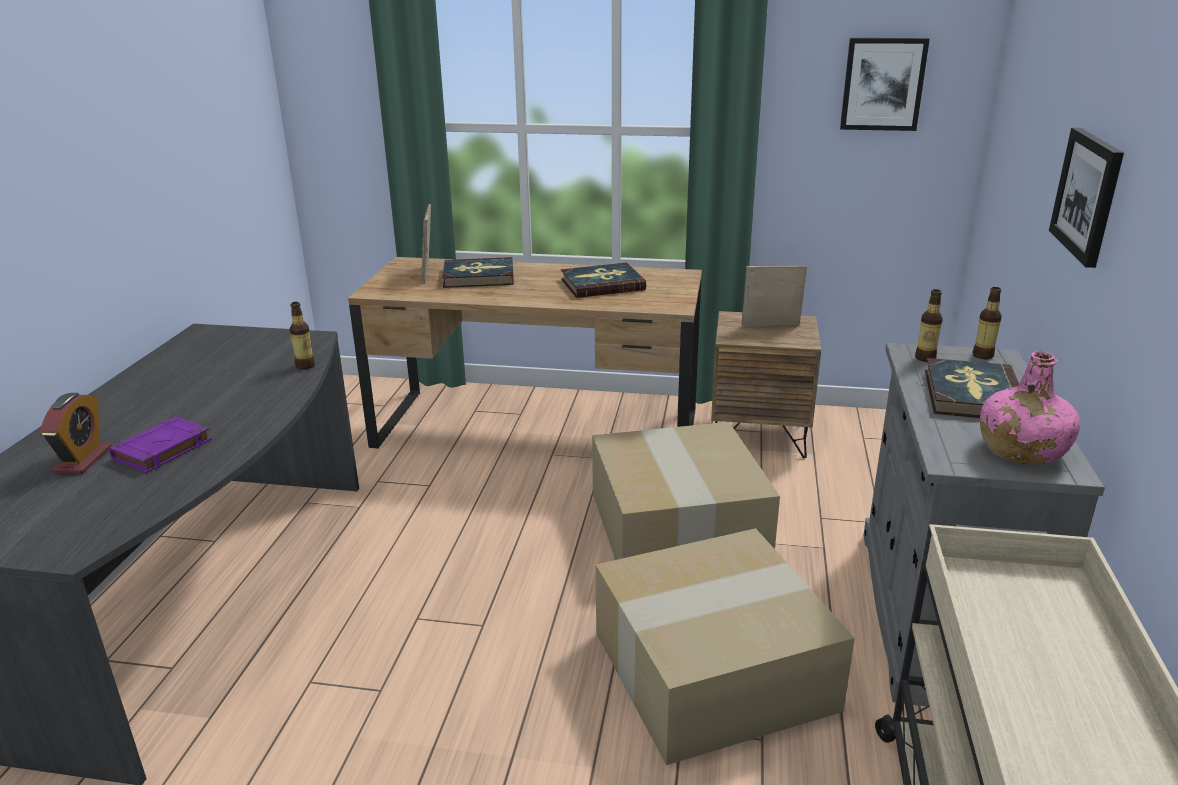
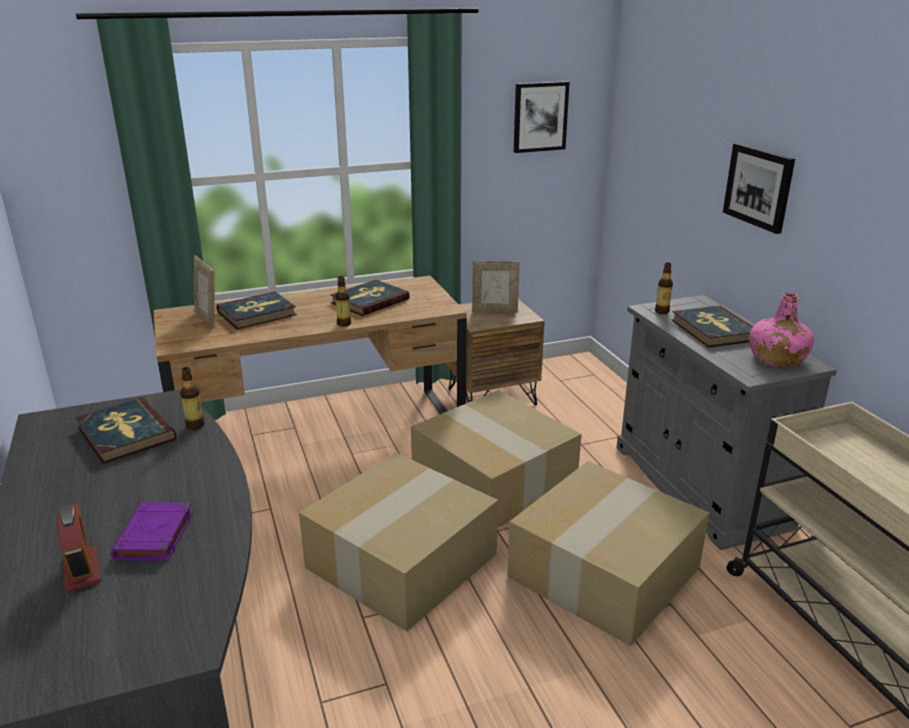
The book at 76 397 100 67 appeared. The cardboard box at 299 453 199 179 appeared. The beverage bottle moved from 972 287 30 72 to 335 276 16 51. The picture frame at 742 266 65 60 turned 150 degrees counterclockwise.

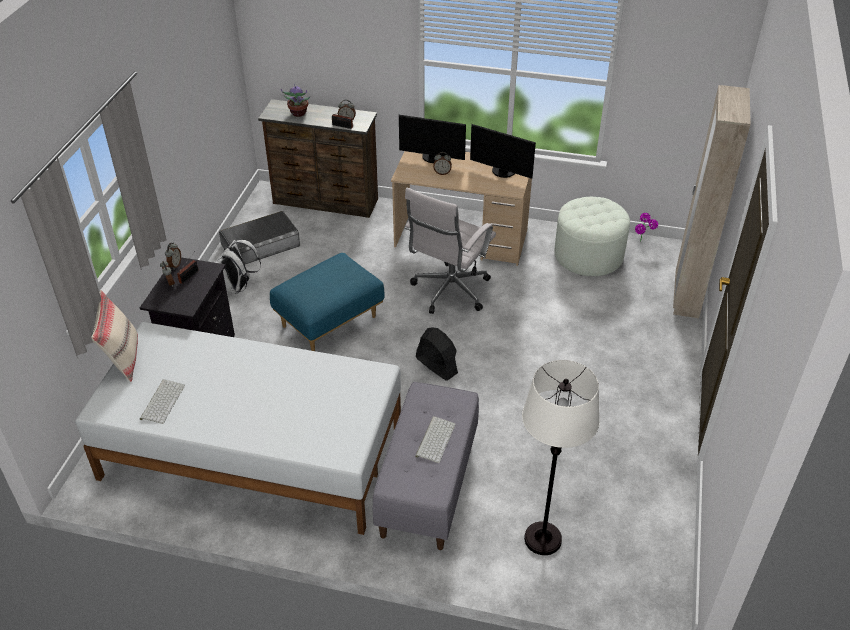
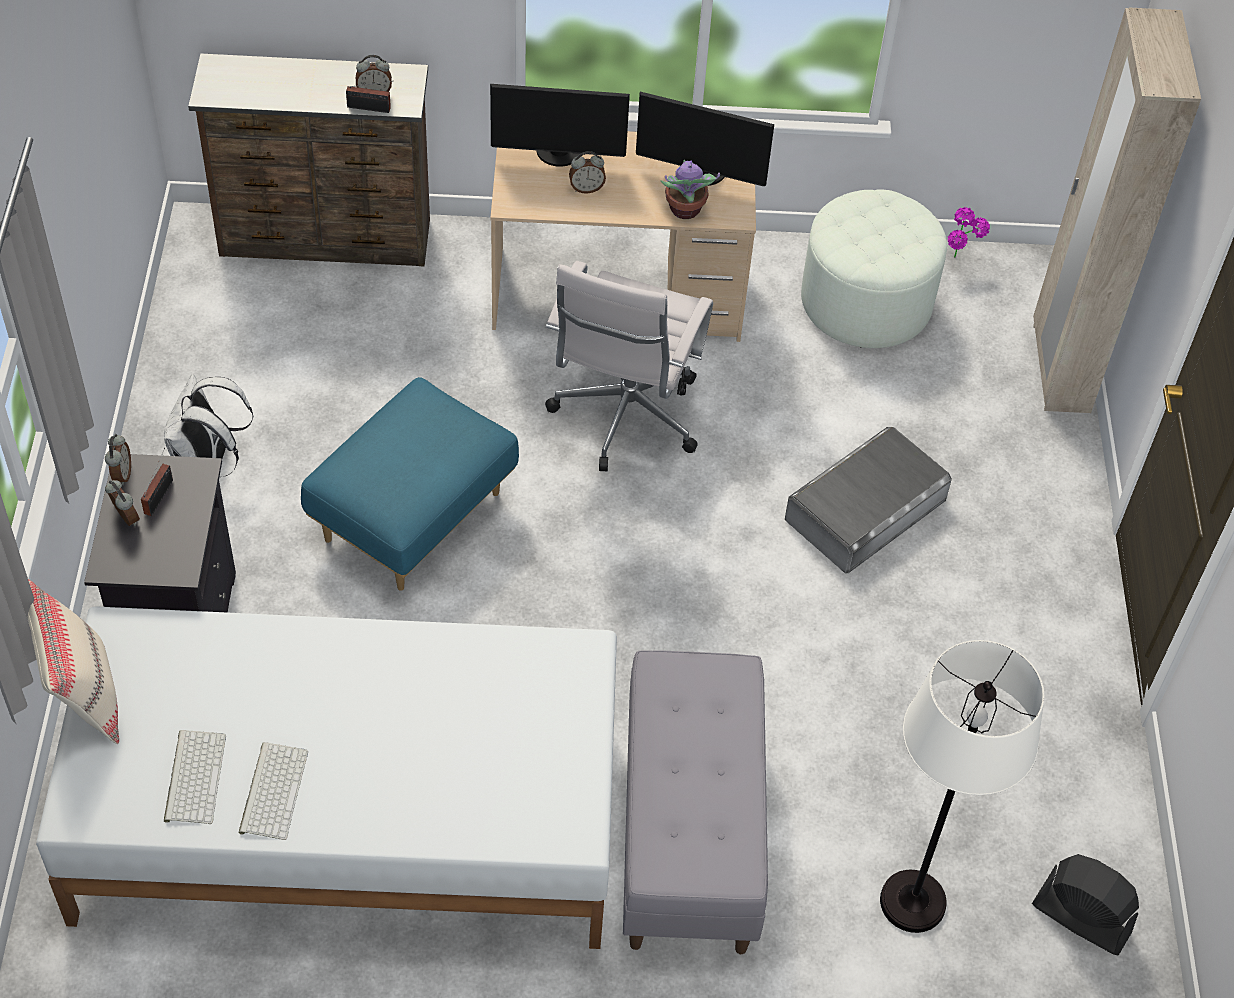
The keyboard moved from 415 416 41 47 to 239 742 69 98. The houseplant moved from 281 84 29 33 to 660 160 60 59. The greyish storage box moved from 219 211 81 53 to 785 427 167 147. The blackish electric fan moved from 416 328 42 53 to 1032 854 107 102.

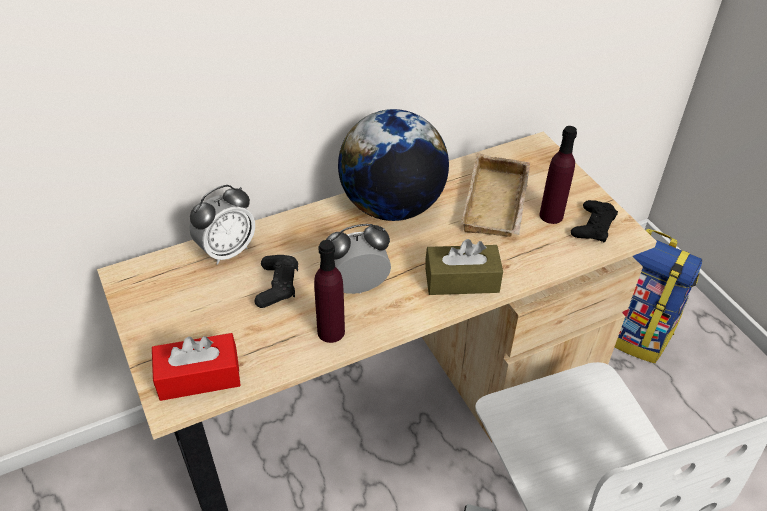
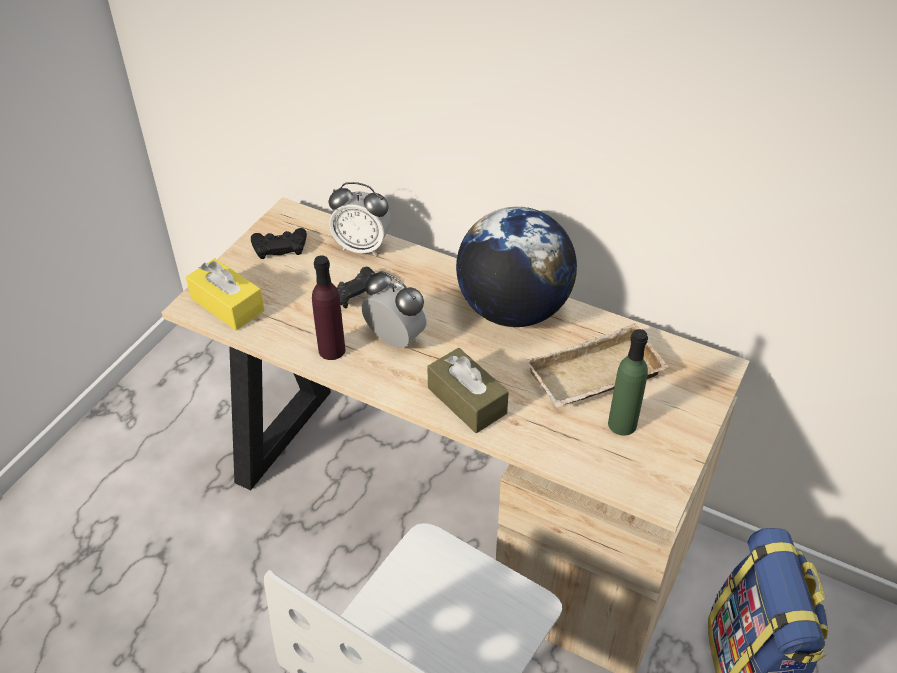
The red box of tissues at 152 333 89 68 became the yellowish box of tissues at 186 258 79 73. The blackish game controller moved from 571 200 47 43 to 251 228 56 31. The purplish beverage bottle at 539 126 38 98 became the green beverage bottle at 608 329 40 107.

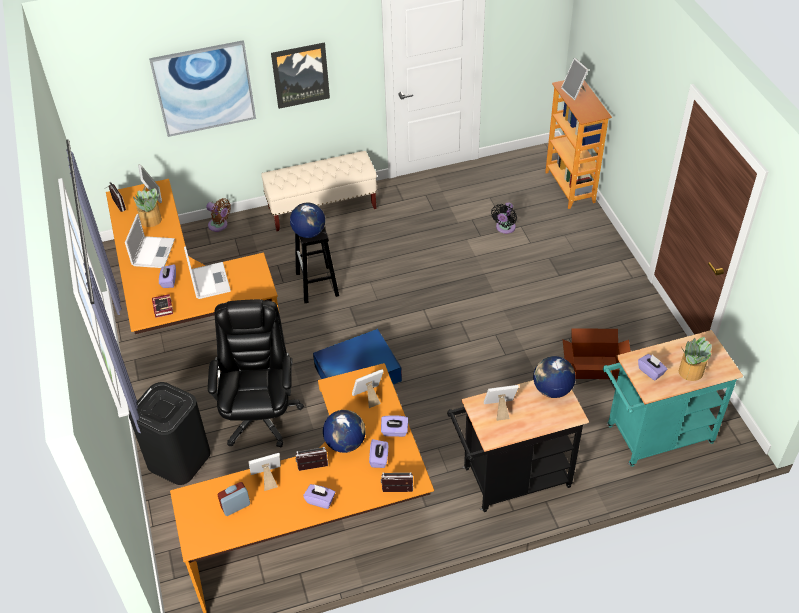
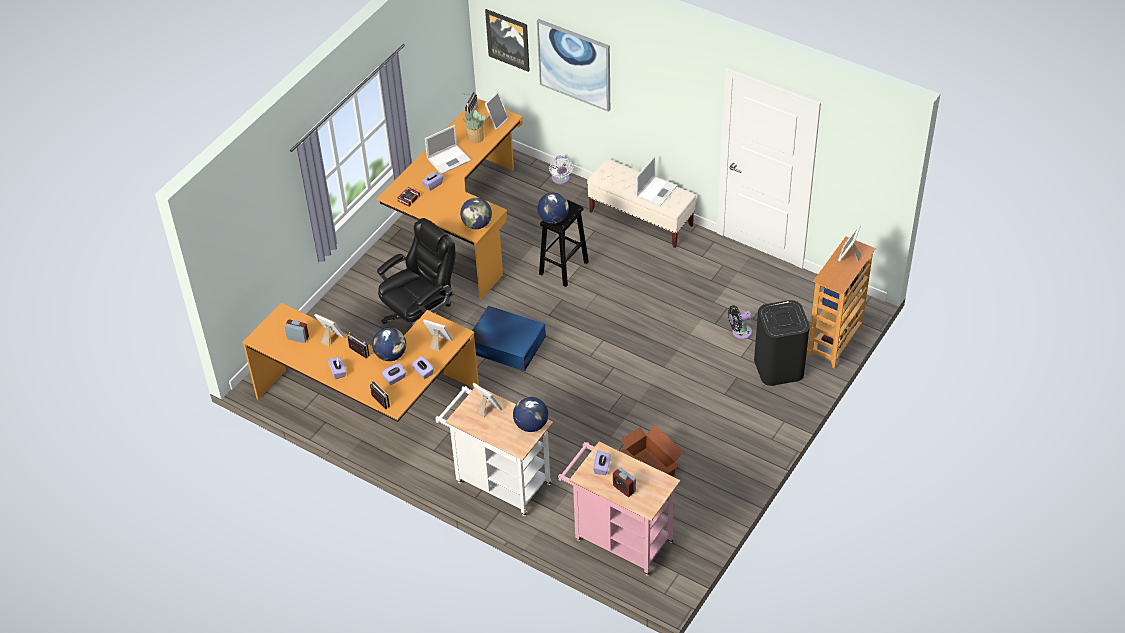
The blackish wheeled cart at 447 380 142 132 became the whitish wheeled cart at 435 386 118 130. The world globe at 460 198 32 31 appeared. The wall art moved from 271 42 59 67 to 485 9 45 63. The brownish electric fan at 206 198 25 34 became the whitish electric fan at 549 156 25 28. The blue-green wheeled cart at 603 330 140 137 became the pink wheeled cart at 558 442 122 134. The houseplant at 679 337 33 44 was replaced by the bedside clock at 613 467 23 30. The portable computer moved from 184 246 47 53 to 636 156 42 51. The blackish rubbish bin moved from 129 382 82 103 to 754 300 56 86.

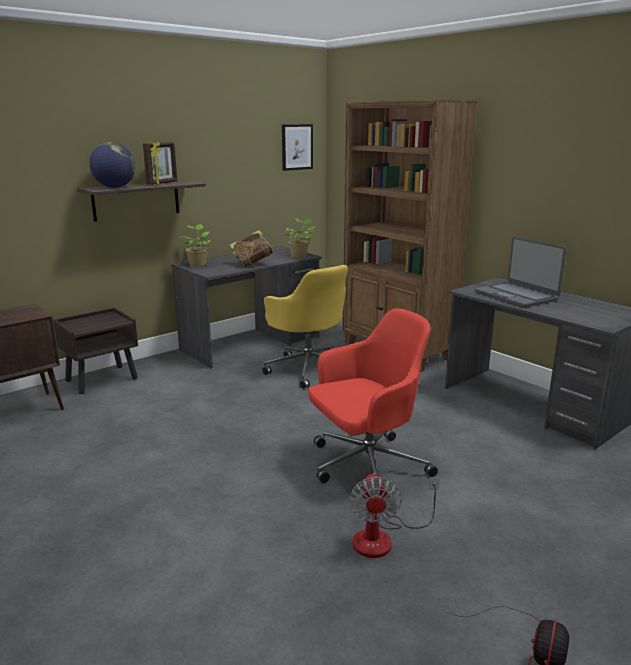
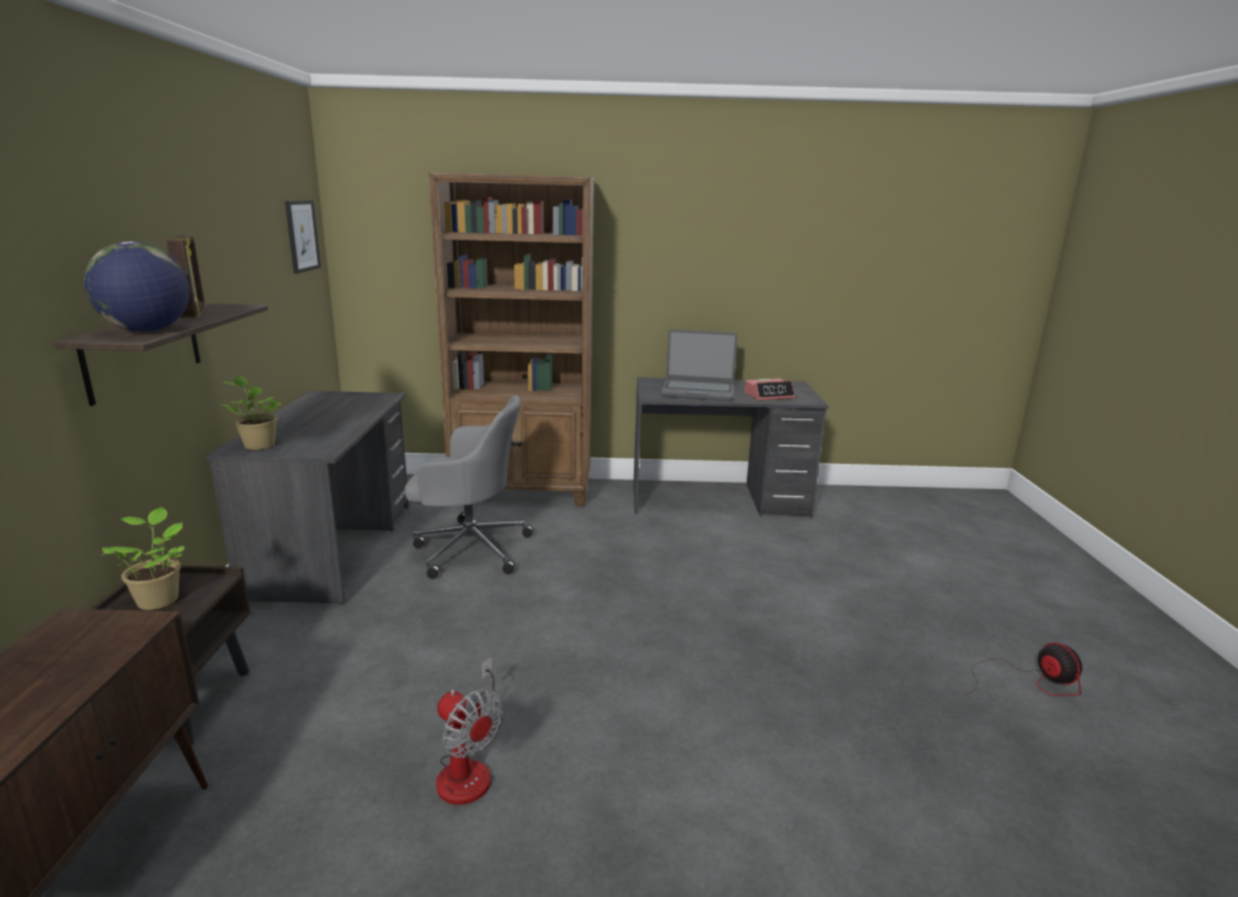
The houseplant moved from 284 218 32 40 to 101 507 83 103. The yellowish office chair at 263 265 85 124 became the greyish office chair at 405 395 128 184. The electric fan moved from 349 473 91 85 to 436 658 67 147. The bedside clock at 744 378 51 22 appeared. The book at 229 230 46 37 disappeared. The red office chair at 308 308 130 191 disappeared.

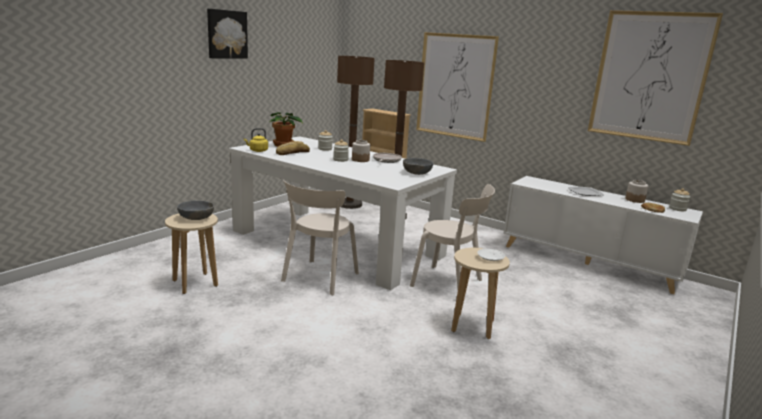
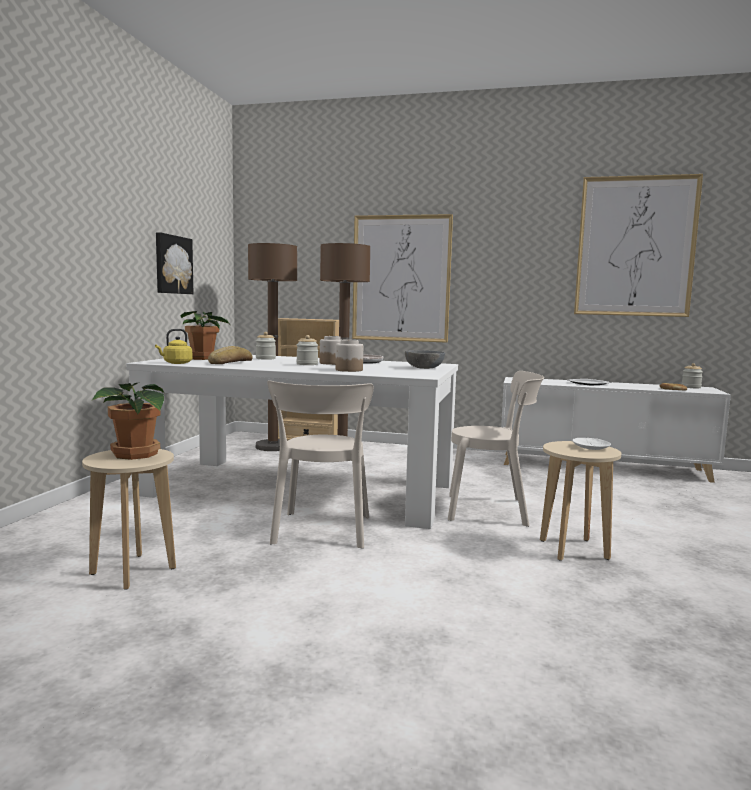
The greyish serving bowl at 177 201 37 19 was replaced by the houseplant at 92 383 72 77. The wall art moved from 207 9 41 50 to 156 232 37 62. The jar moved from 625 180 23 23 to 335 340 28 32.

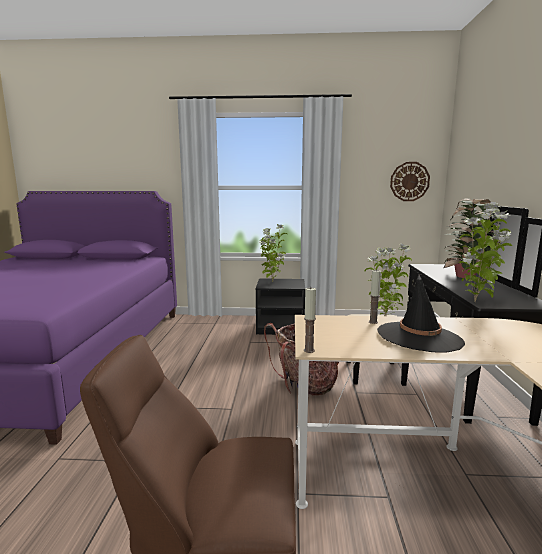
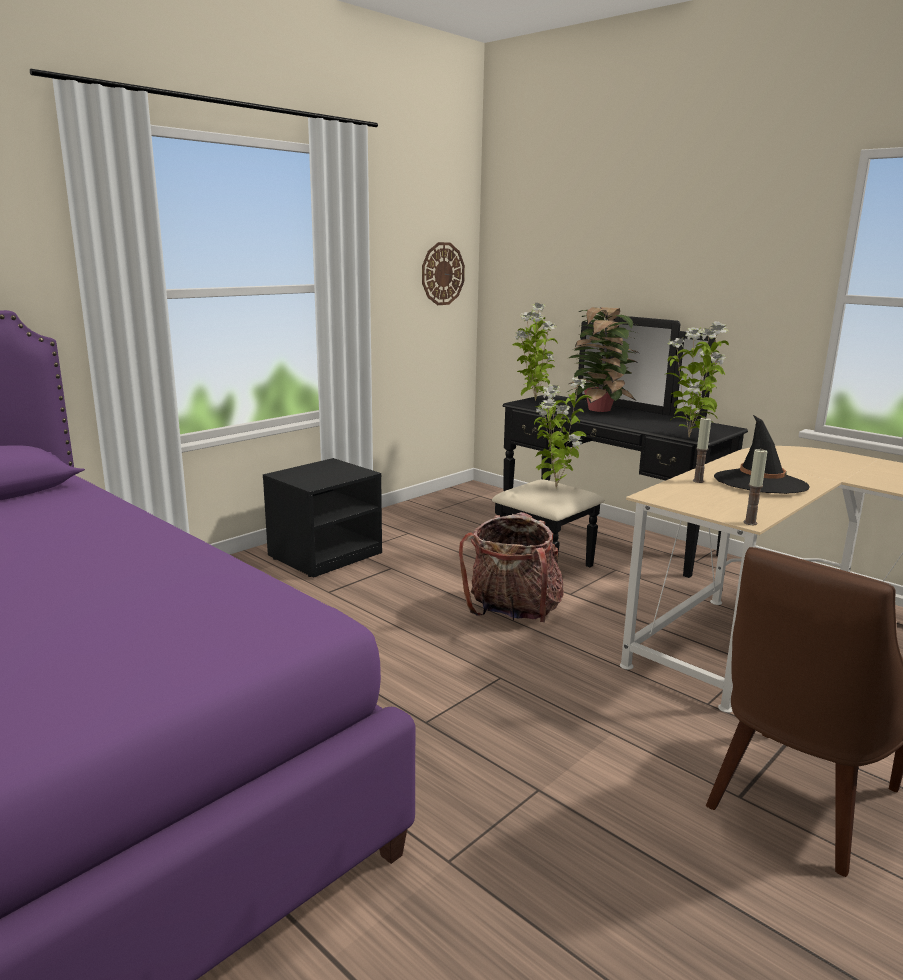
The houseplant moved from 260 224 27 58 to 513 303 45 98.

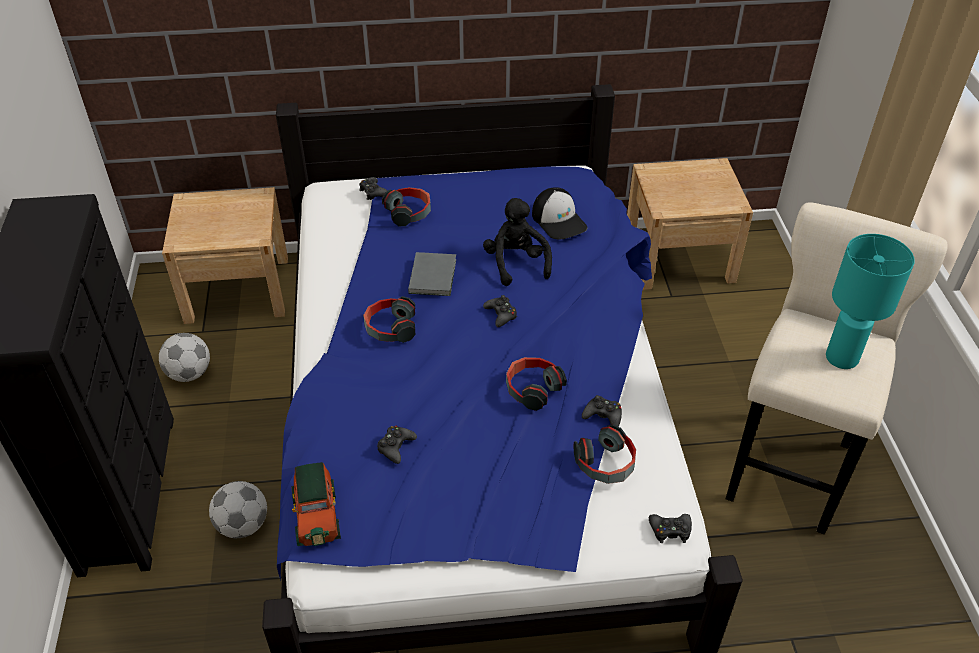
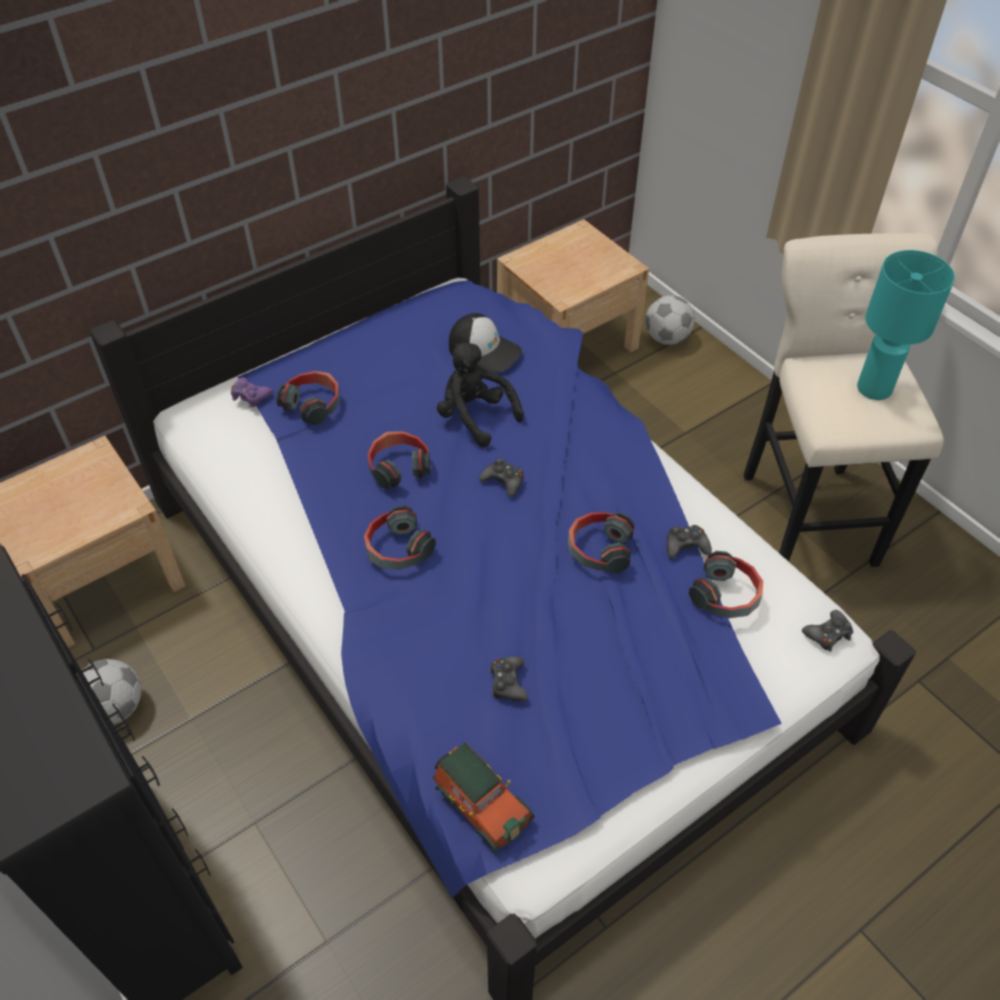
The blackish game controller at 359 177 28 23 became the purplish game controller at 231 377 42 31. The greyish book at 408 252 48 44 was replaced by the headset at 367 431 63 58. The ball for football moved from 209 481 58 57 to 645 295 50 50.

